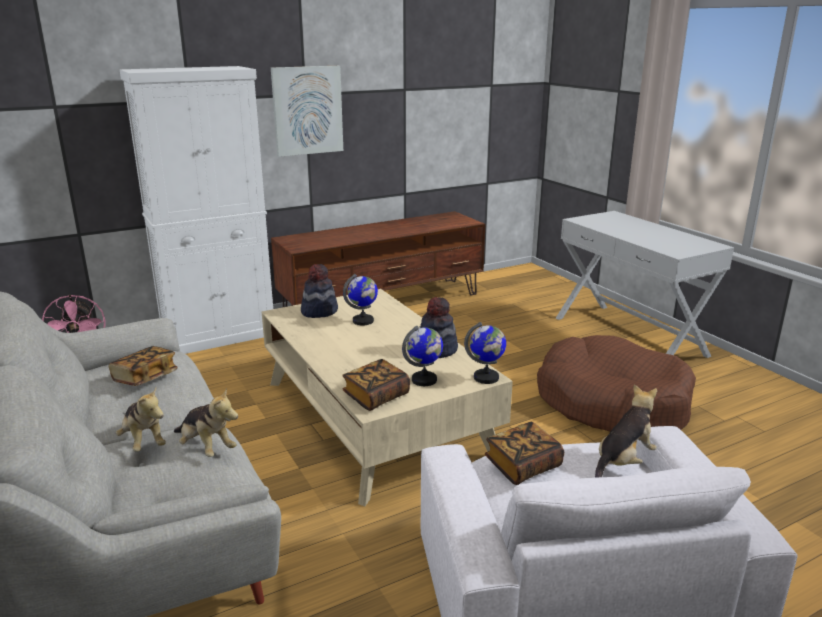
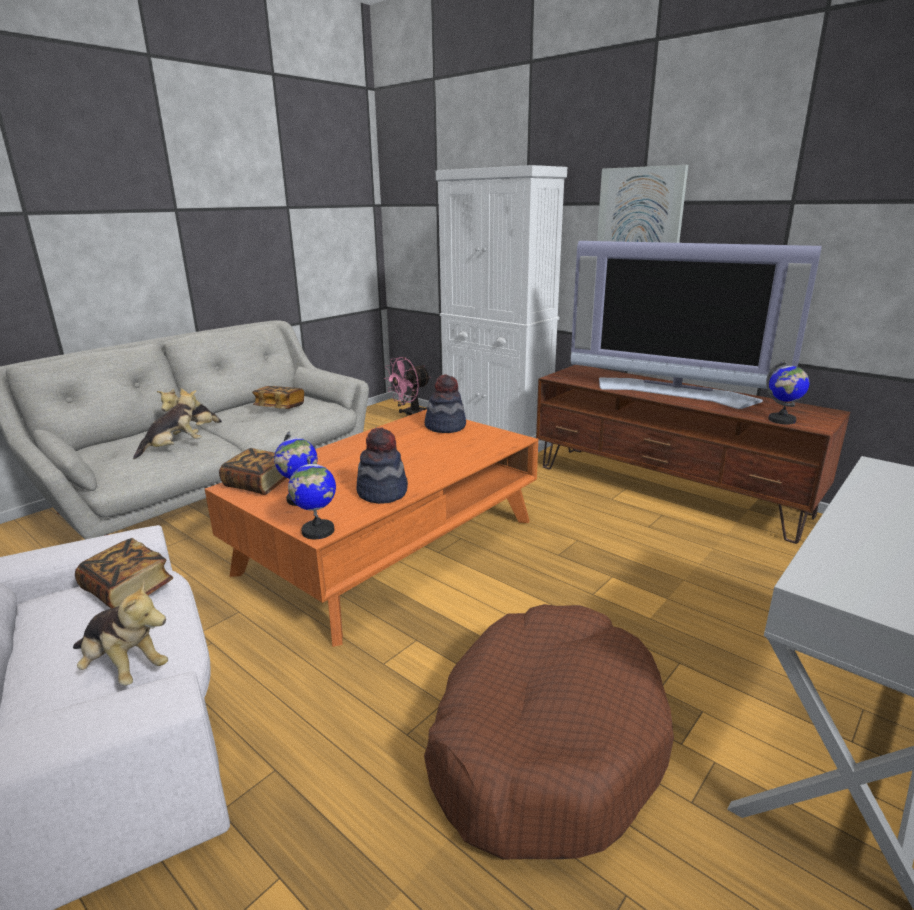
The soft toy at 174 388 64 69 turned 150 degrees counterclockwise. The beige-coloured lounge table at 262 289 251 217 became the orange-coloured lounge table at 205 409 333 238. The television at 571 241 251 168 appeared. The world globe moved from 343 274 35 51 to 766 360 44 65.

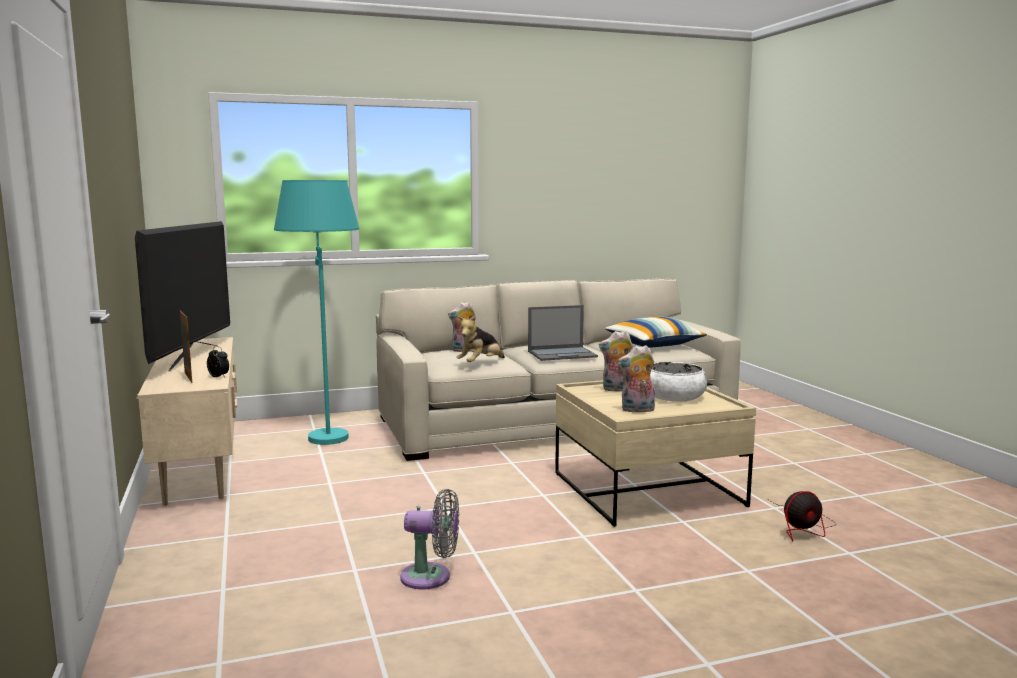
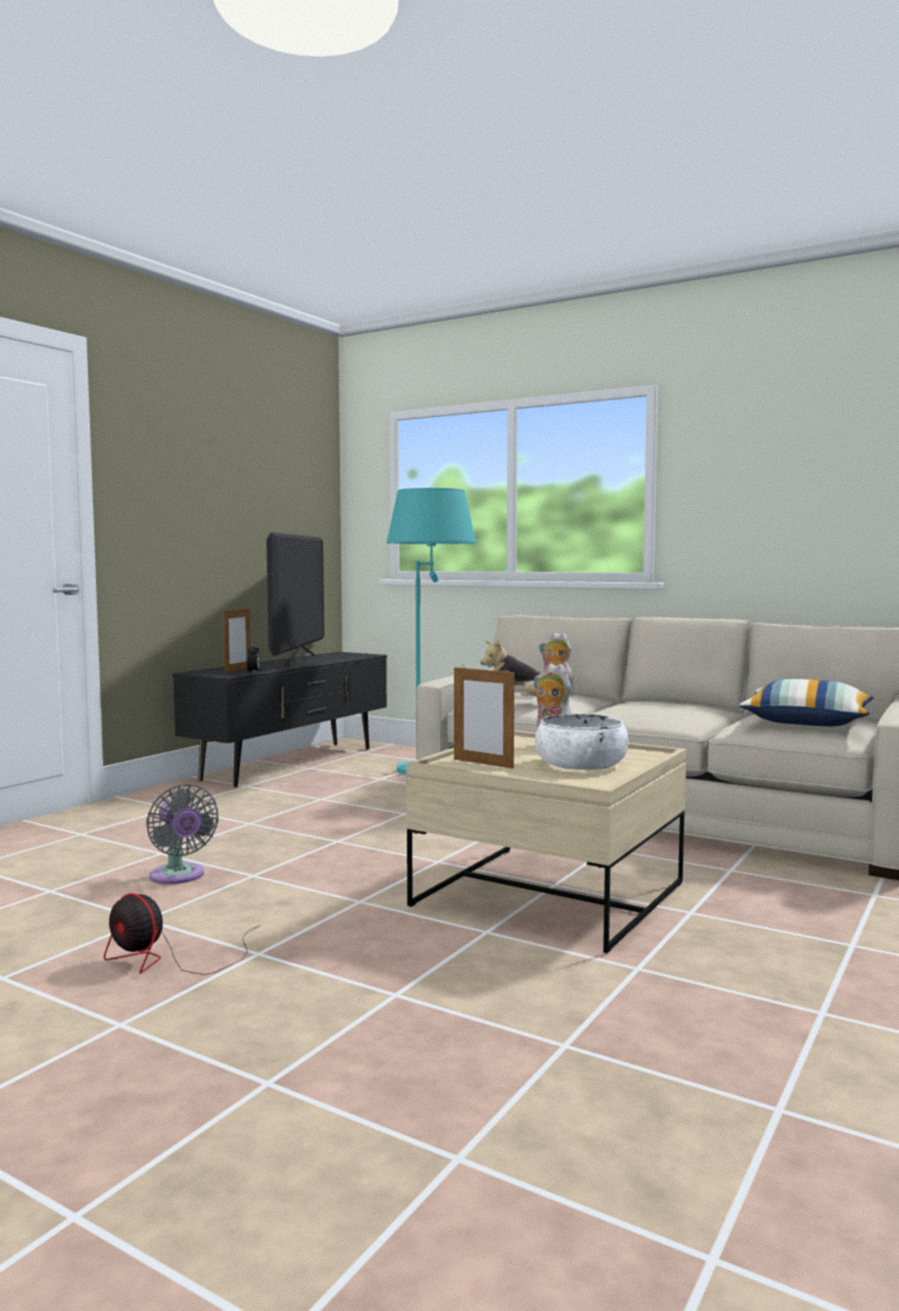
The electric fan moved from 769 491 67 50 to 104 893 157 82. The beige-coloured tv unit at 136 337 101 169 became the blackish tv unit at 172 652 215 135. The television at 135 221 95 150 turned 45 degrees counterclockwise. The soft toy at 617 345 38 67 was replaced by the picture frame at 454 665 60 104. The portable computer at 528 305 70 56 disappeared.

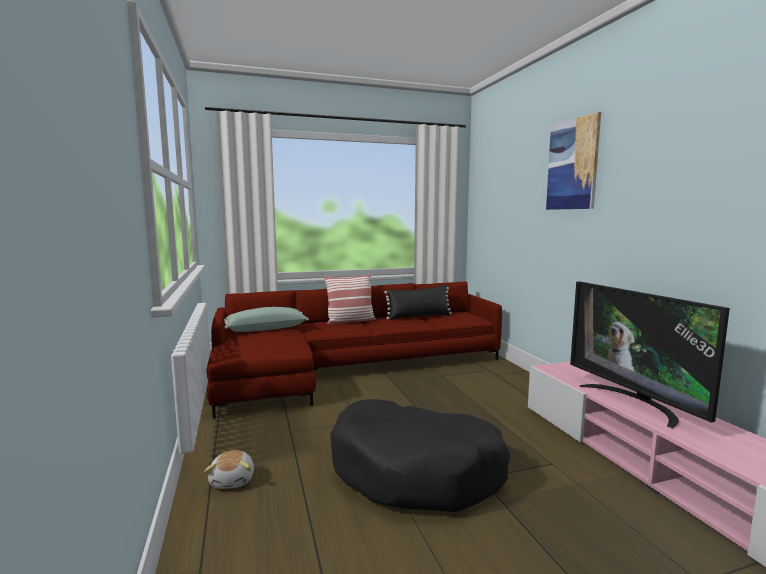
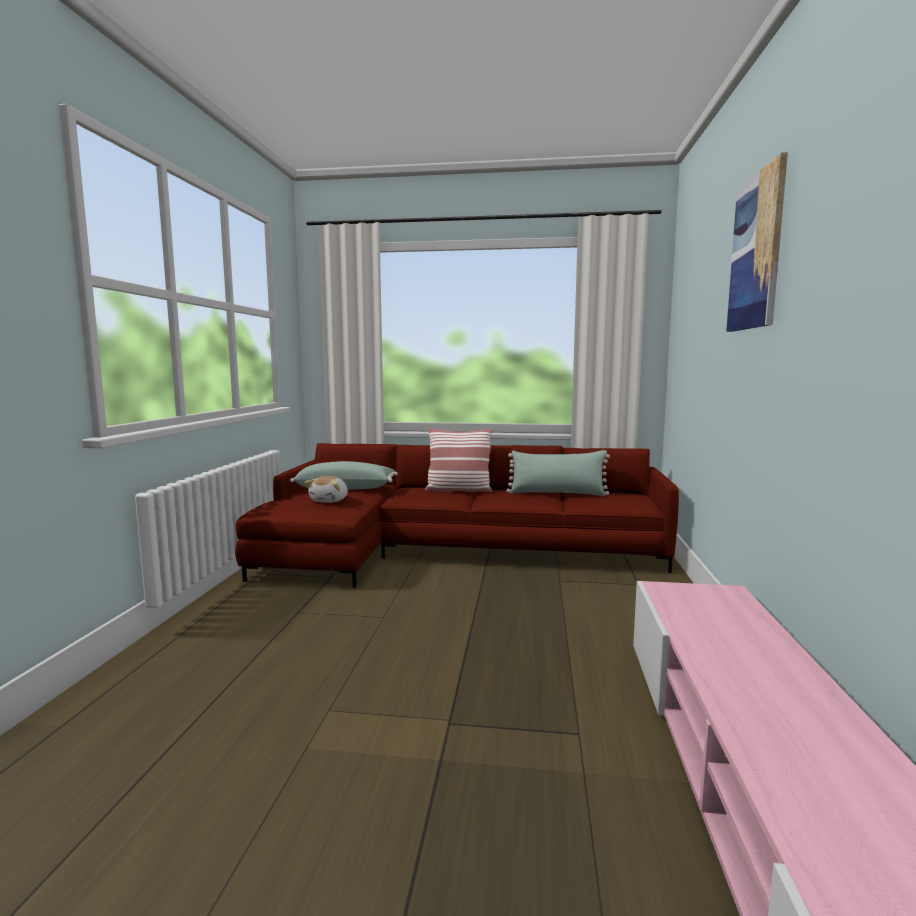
The soft toy moved from 204 450 50 39 to 304 476 44 27. The blackish cushion at 384 284 68 36 became the green cushion at 507 450 103 46. The blackish dog cushion at 330 399 180 113 disappeared. The television at 570 281 160 148 disappeared.

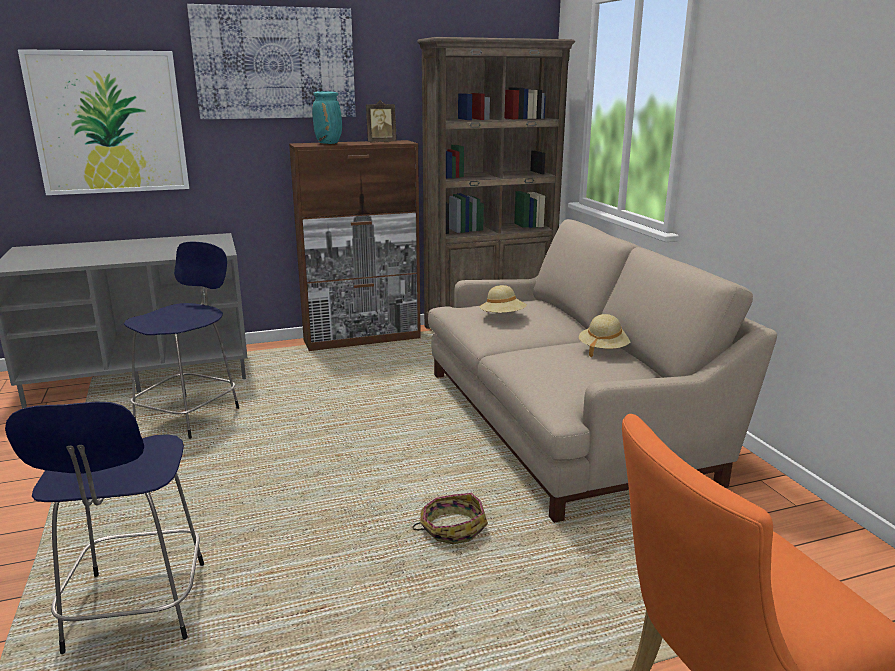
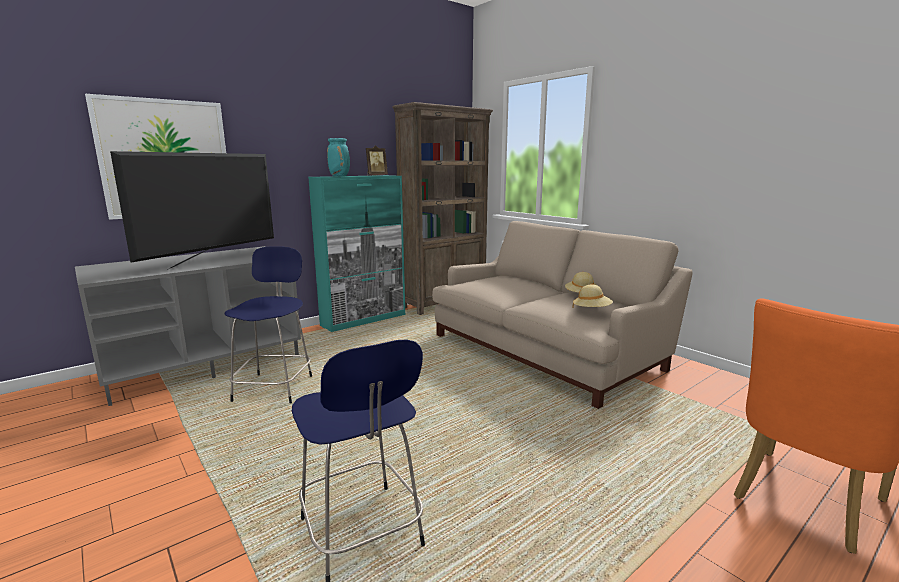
The television at 110 151 164 119 appeared. The brownish cupboard at 289 140 132 211 became the blue-green cupboard at 308 175 97 157. The beige-coloured hat moved from 479 285 48 28 to 572 285 41 23. The wall art at 187 4 169 115 disappeared. The household basket at 413 493 75 51 disappeared.

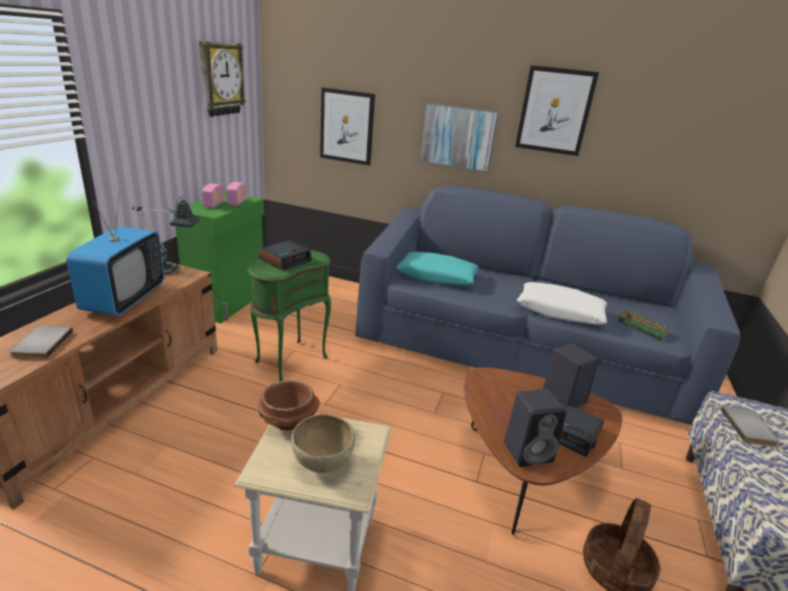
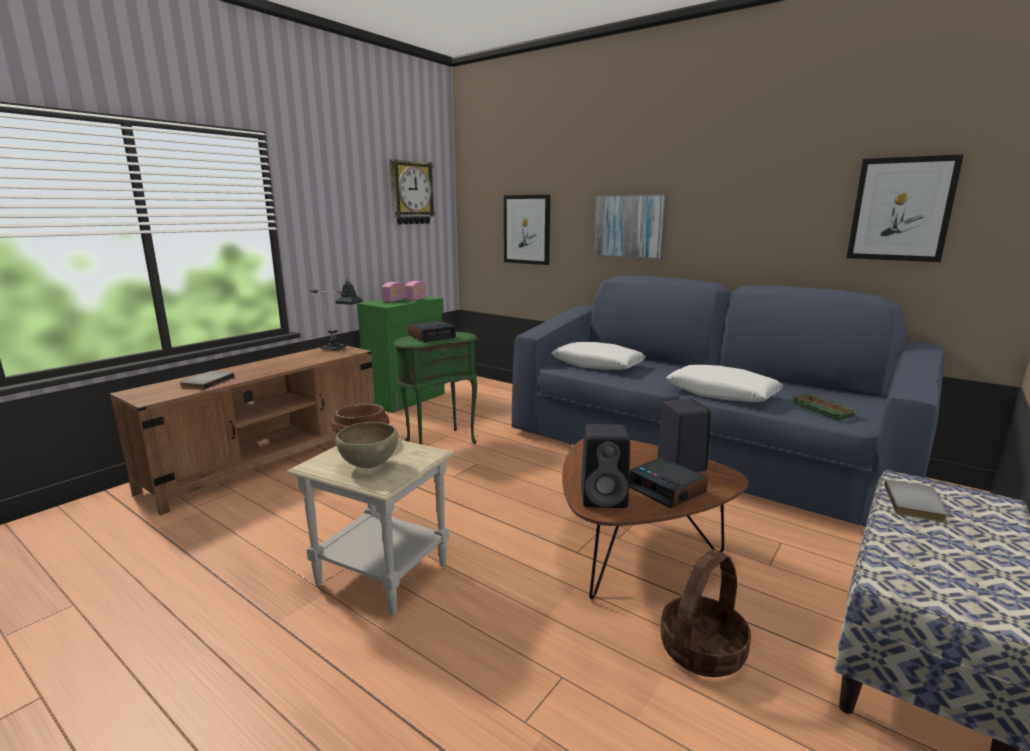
The blue-green cushion at 396 252 83 34 became the whitish cushion at 552 342 94 28. The wall art moved from 515 65 84 91 to 847 154 117 108. The television at 66 191 98 125 disappeared.

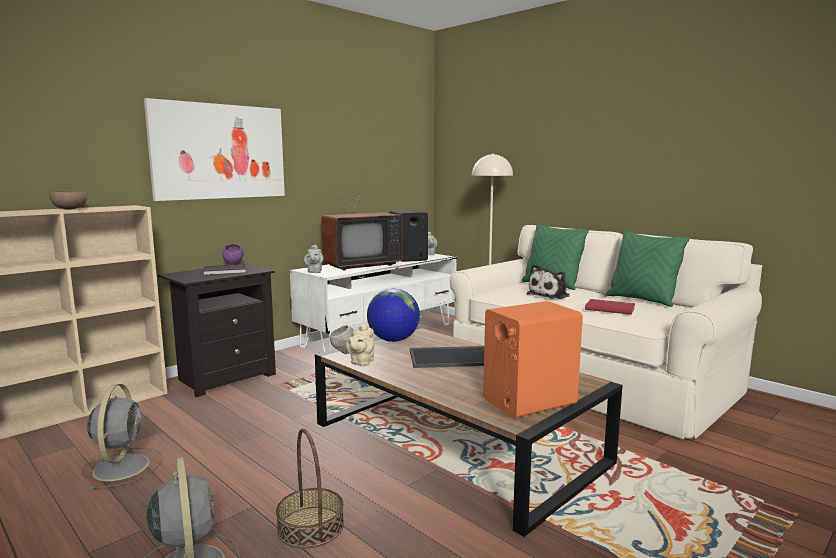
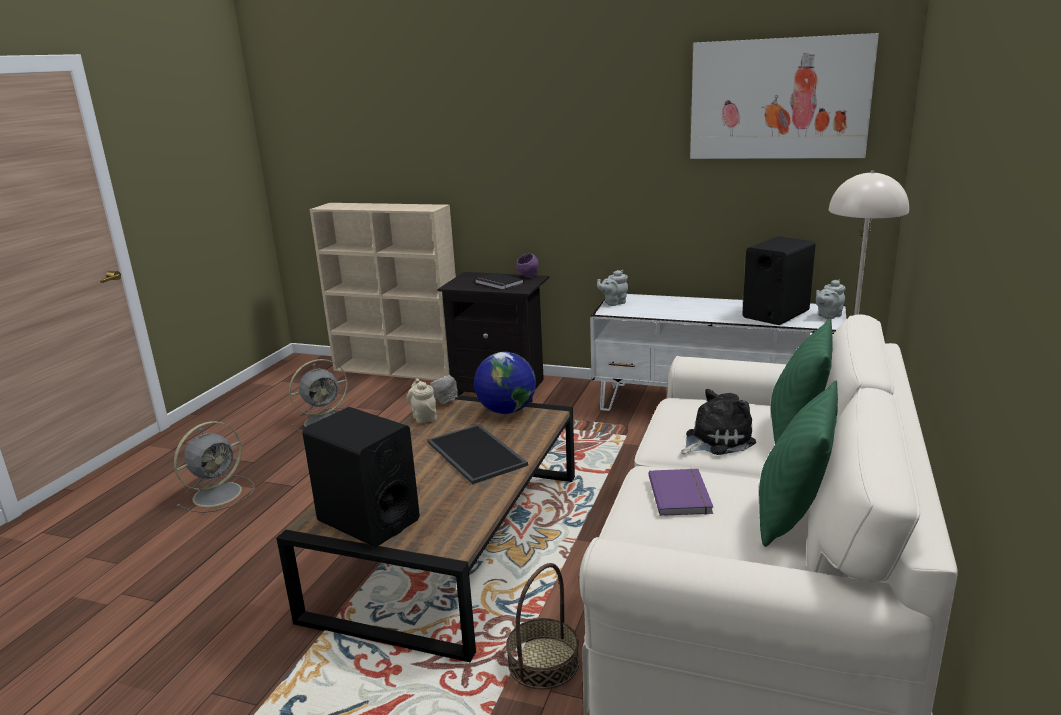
The orange-coloured audio speaker at 483 301 100 117 became the blackish audio speaker at 302 407 118 140. The beige-coloured tea pot at 346 323 29 43 turned 75 degrees clockwise. The household basket moved from 276 428 68 120 to 506 563 73 127. The red book at 585 299 50 16 became the purplish book at 648 468 65 48. The soft toy at 527 264 43 35 turned 135 degrees clockwise. The wall art moved from 144 98 141 103 to 690 33 189 126. The brownish serving bowl at 50 191 37 18 disappeared. The television at 321 187 82 84 disappeared.

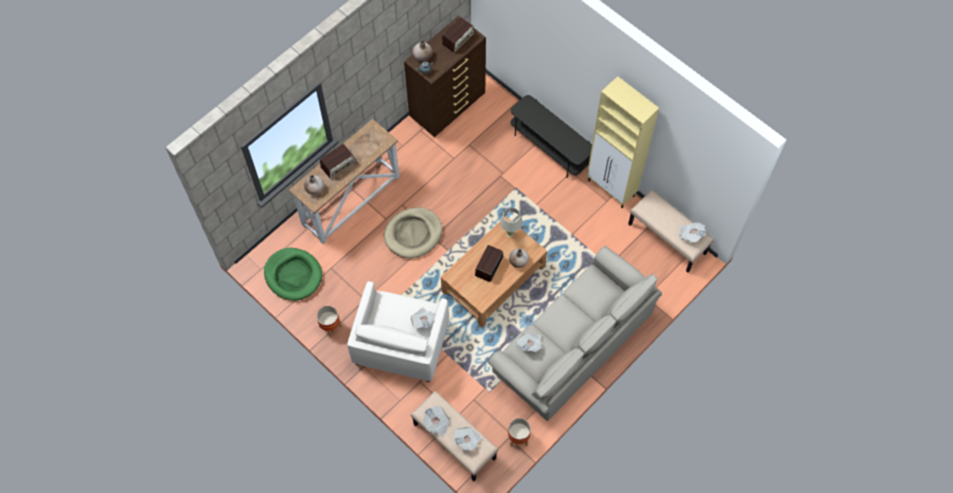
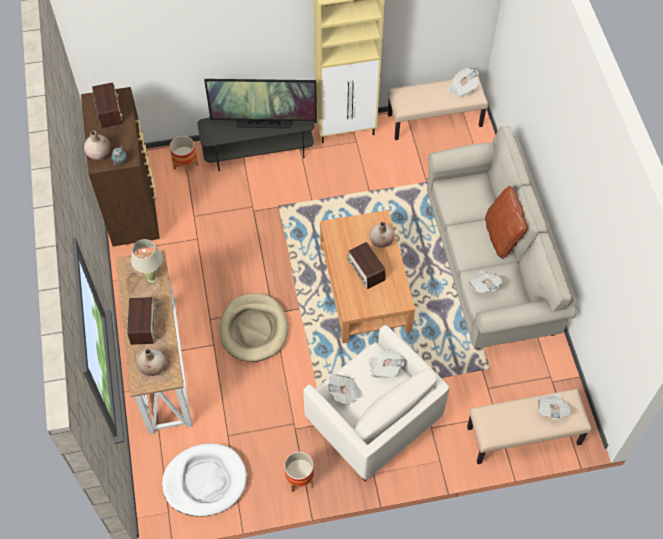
The beige-coloured tabletop lamp moved from 500 208 23 29 to 131 239 31 44. The green dog cushion at 264 248 58 53 became the whitish dog cushion at 162 443 85 74. The plant pot moved from 508 418 23 29 to 170 136 29 41. The television at 204 79 113 49 appeared. The newspaper moved from 423 406 28 30 to 326 374 38 31. The brownish cushion at 485 186 43 73 appeared.

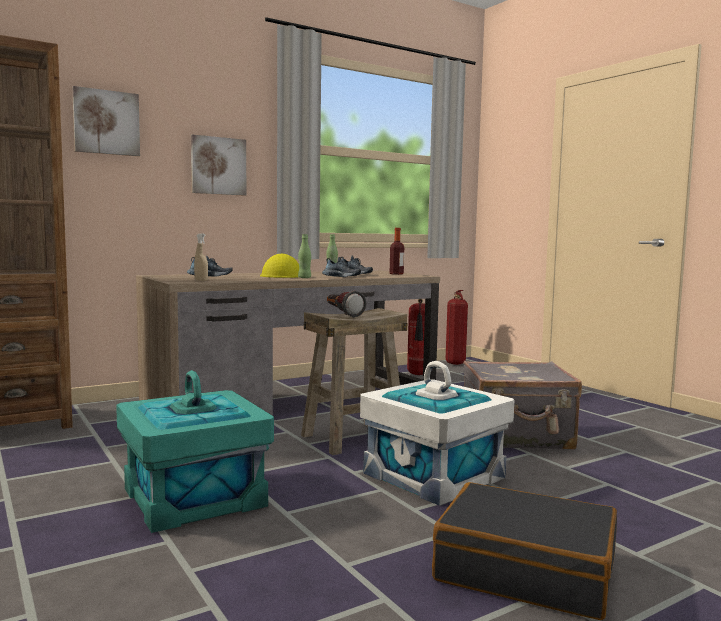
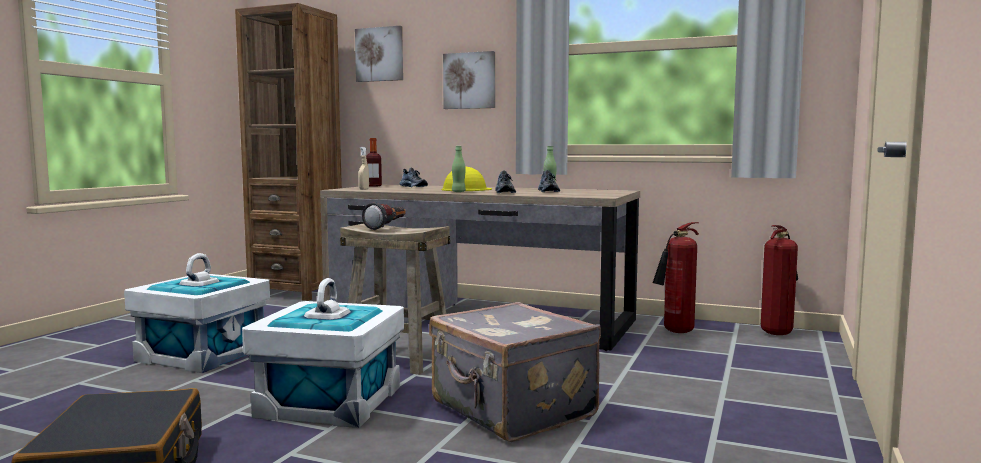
The blue-green storage box at 116 370 158 163 became the whitish storage box at 124 253 146 120. The beverage bottle moved from 390 228 14 47 to 366 138 16 49.

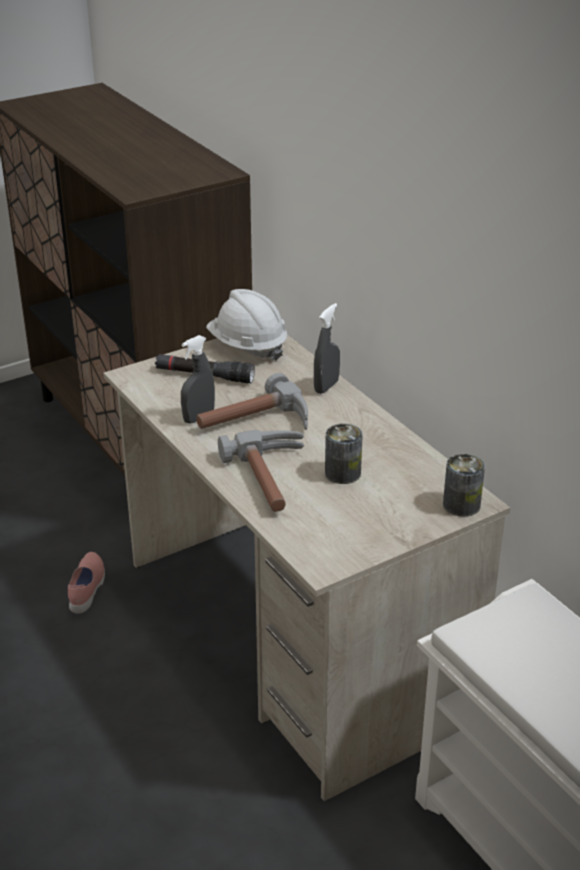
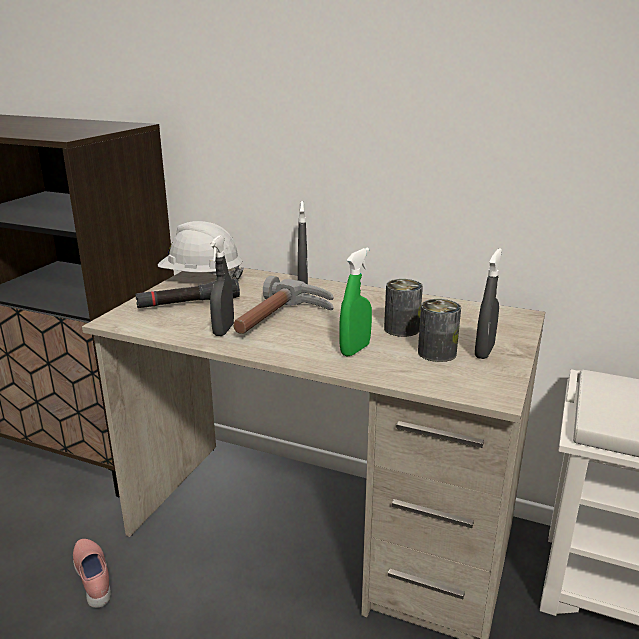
The tool hammer at 218 430 86 82 was replaced by the green spray bottle at 340 248 32 109. The metal can moved from 443 454 42 63 to 418 299 43 63. The greyish spray bottle at 475 248 27 111 appeared.

